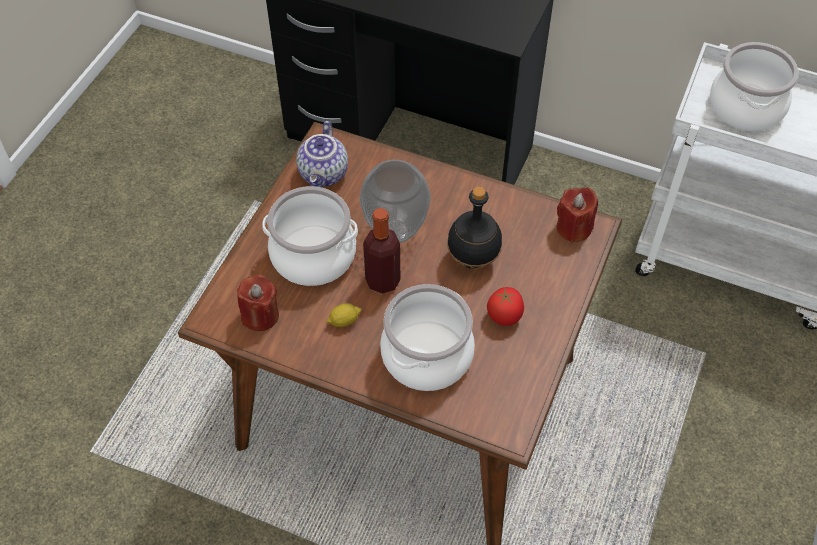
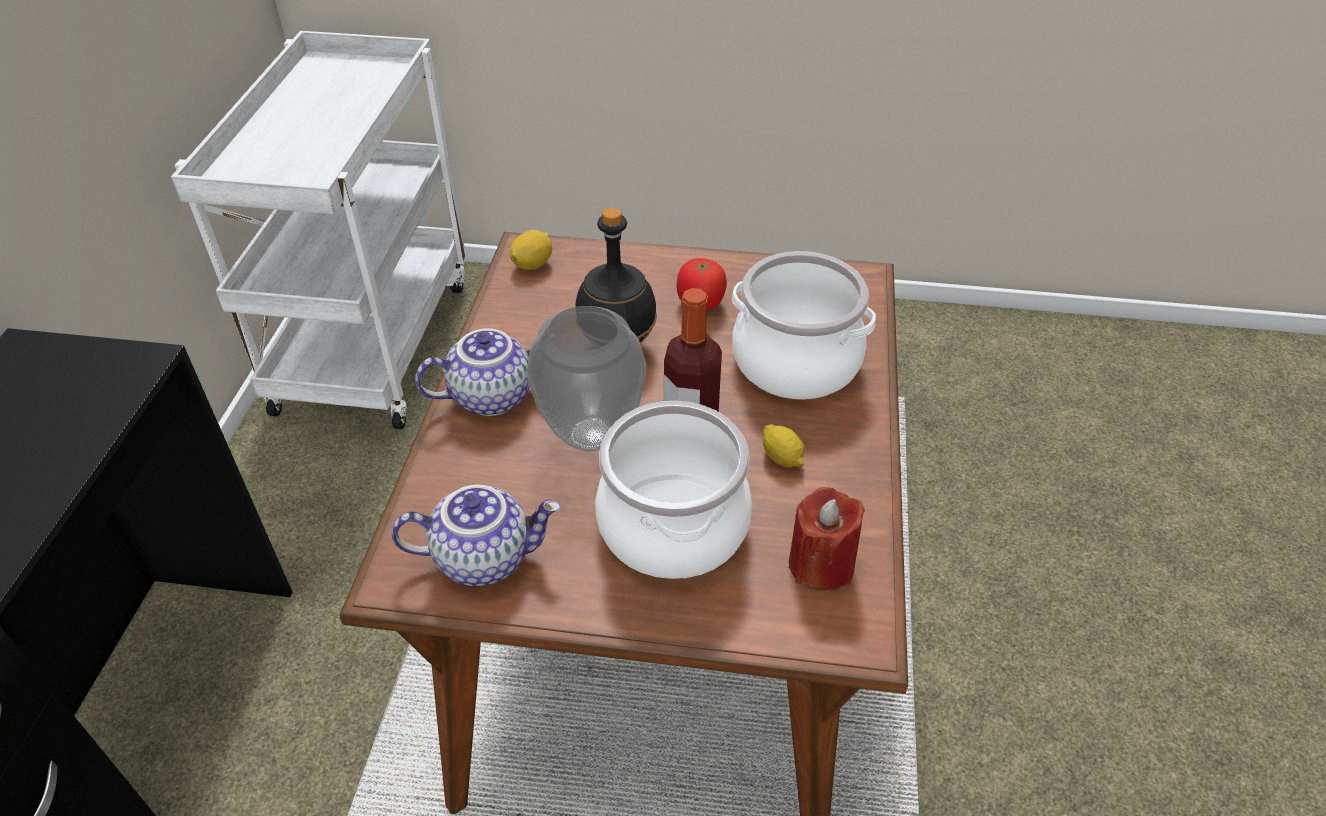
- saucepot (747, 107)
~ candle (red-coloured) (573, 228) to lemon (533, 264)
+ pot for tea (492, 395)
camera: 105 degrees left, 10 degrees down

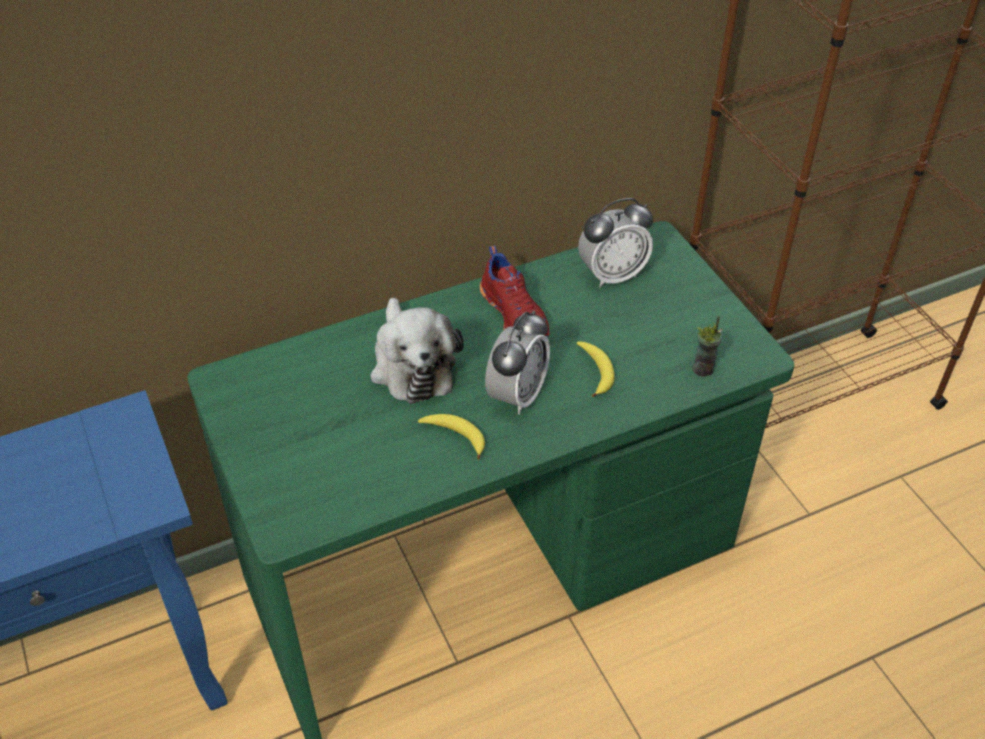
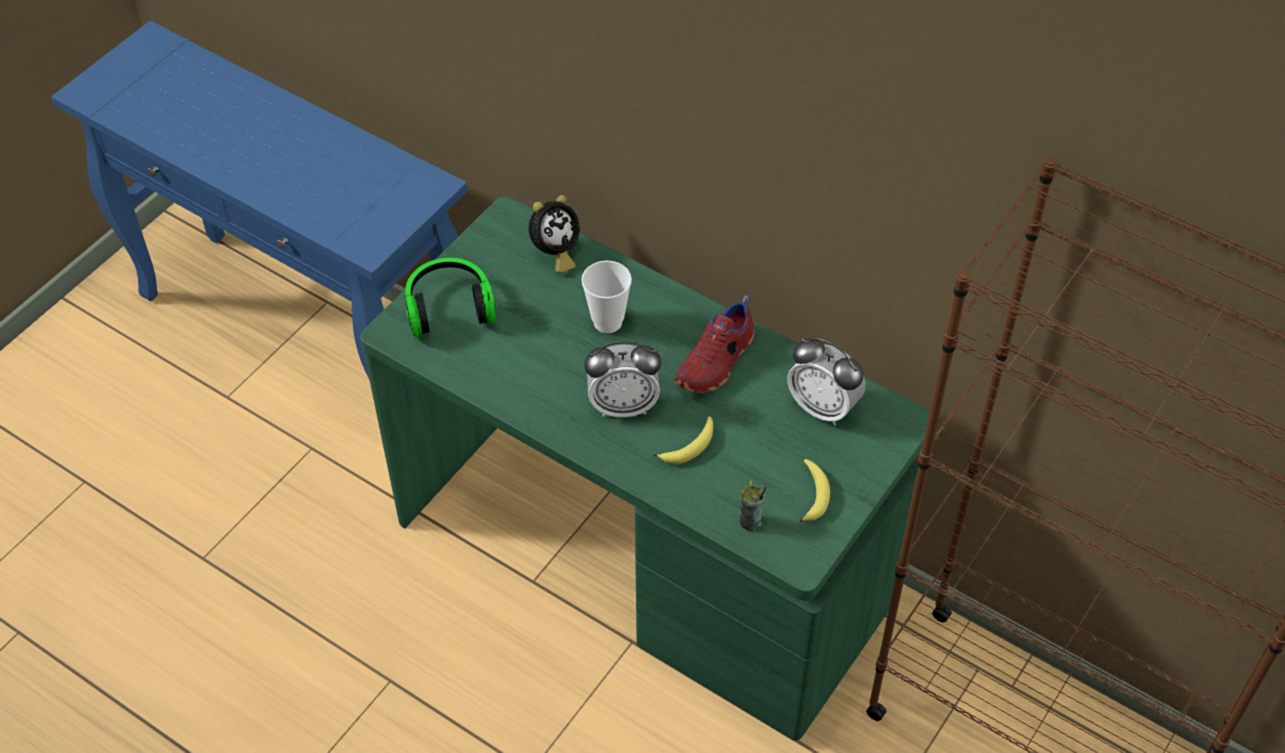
~ plush toy (412, 364) to drinking cup (607, 322)
~ banana fruit (455, 436) to (813, 495)
+ table clock (555, 253)
+ headphones (449, 307)
camera: 60 degrees right, 5 degrees up

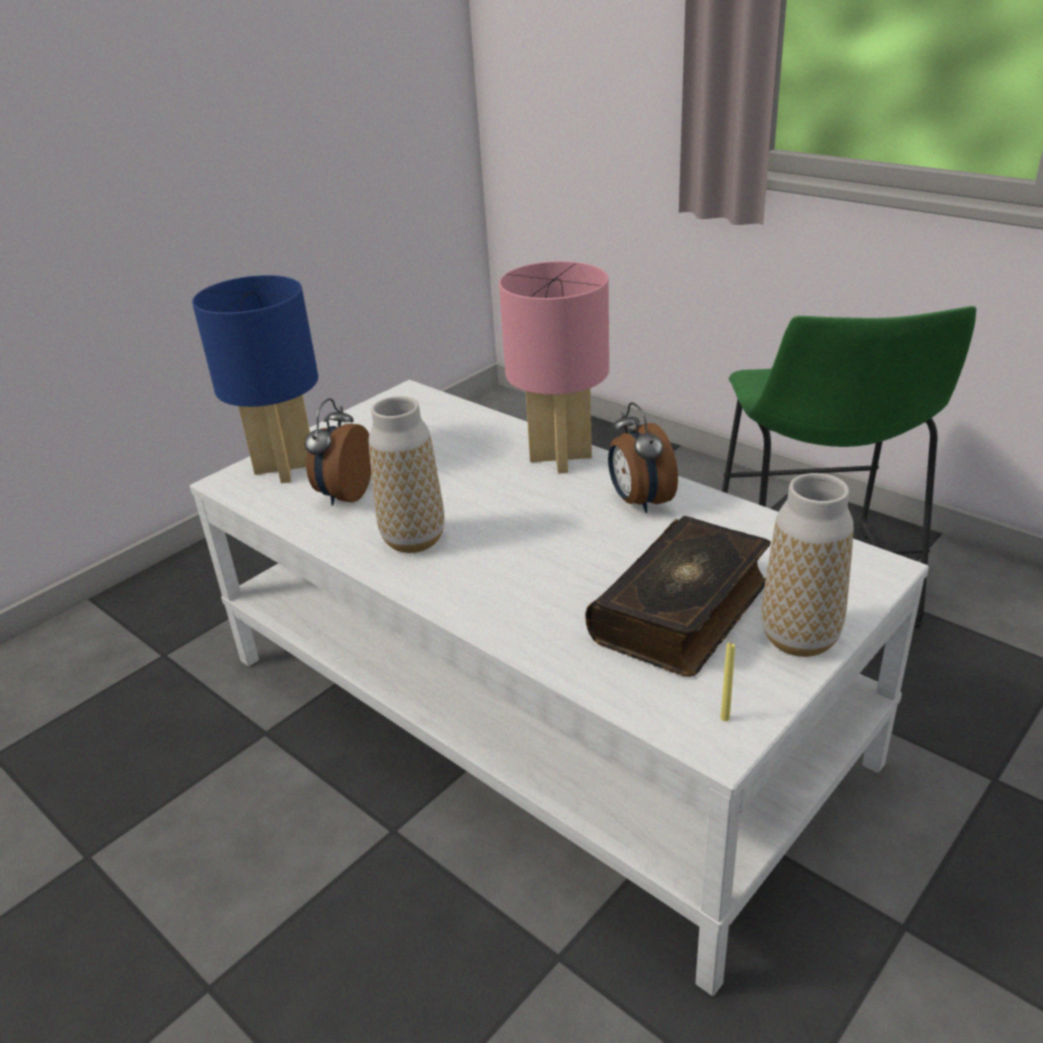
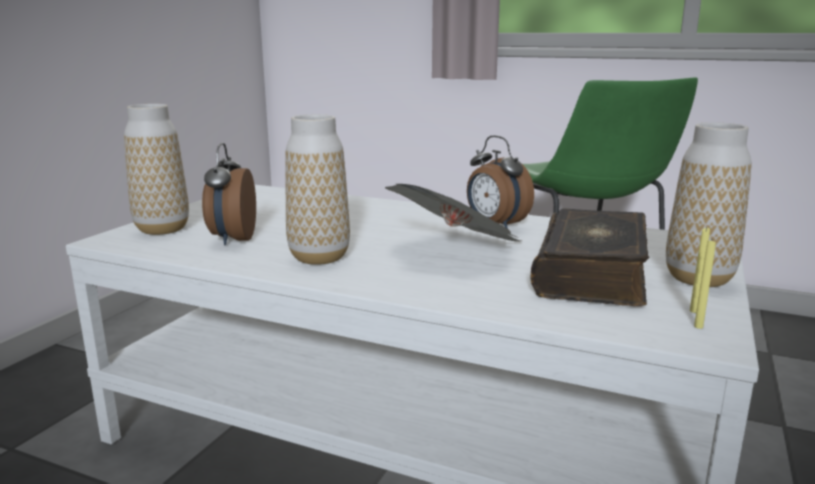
- tabletop lamp (pink-coloured) (559, 457)
~ tabletop lamp (blue-coloured) (284, 467) to flower vase (162, 229)
+ newspaper (458, 251)
+ candle (yellow) (693, 311)
camera: 20 degrees left, 15 degrees down

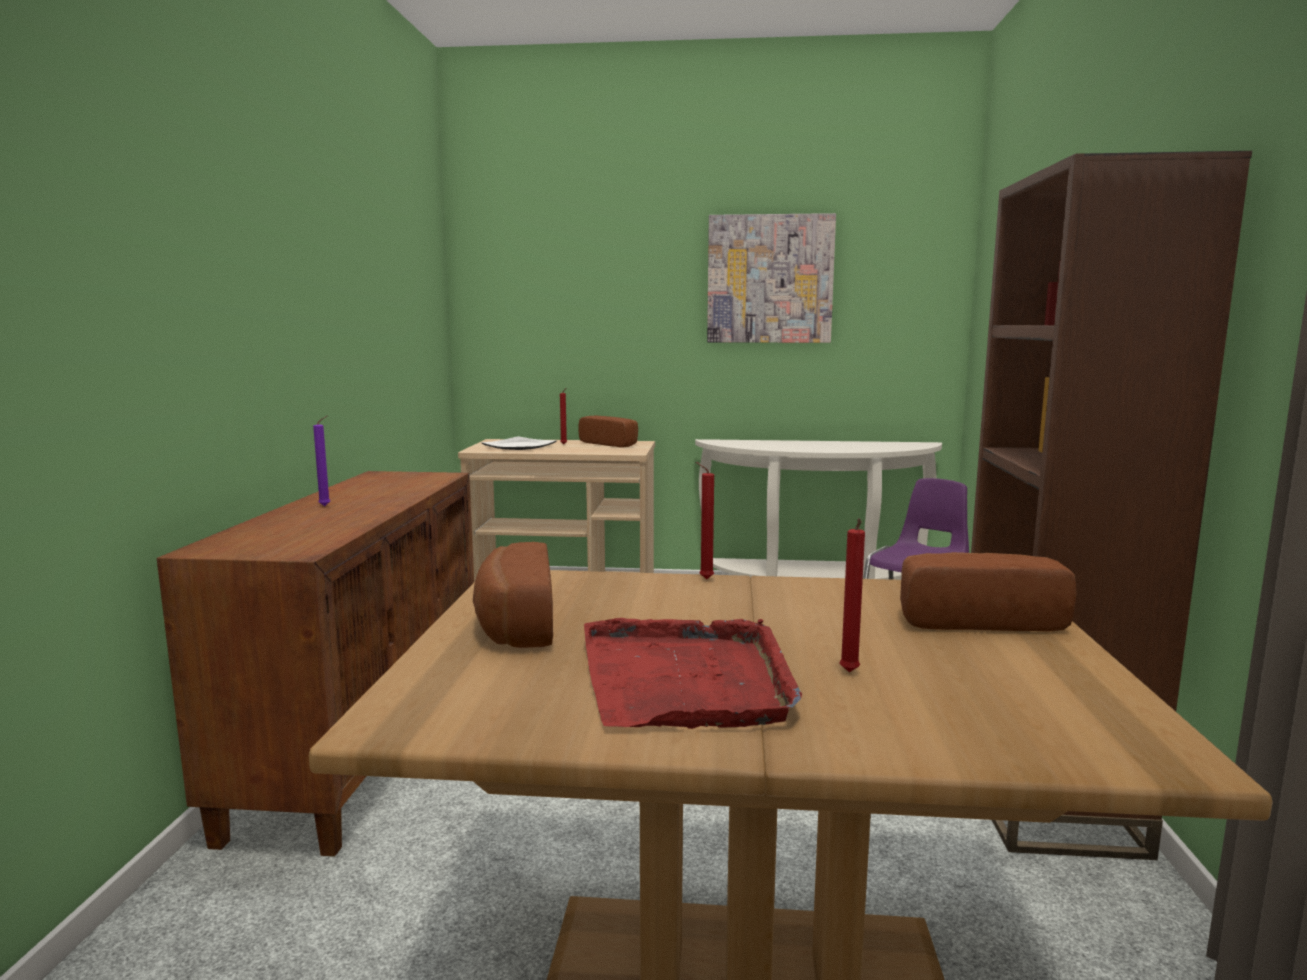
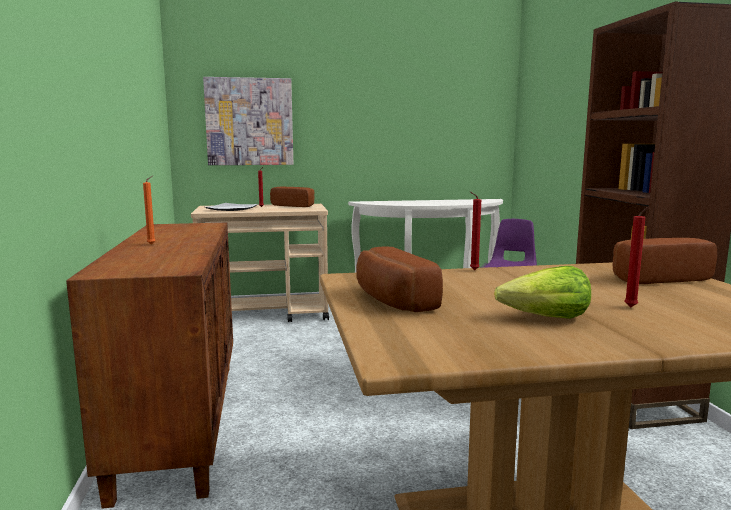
~ wall picture (770, 279) to (249, 122)
~ candle (purple-coloured) (326, 506) to candle (orangey) (152, 244)
~ tray (red-coloured) (686, 679) to lettuce (546, 318)
camera: 15 degrees left, 0 degrees up

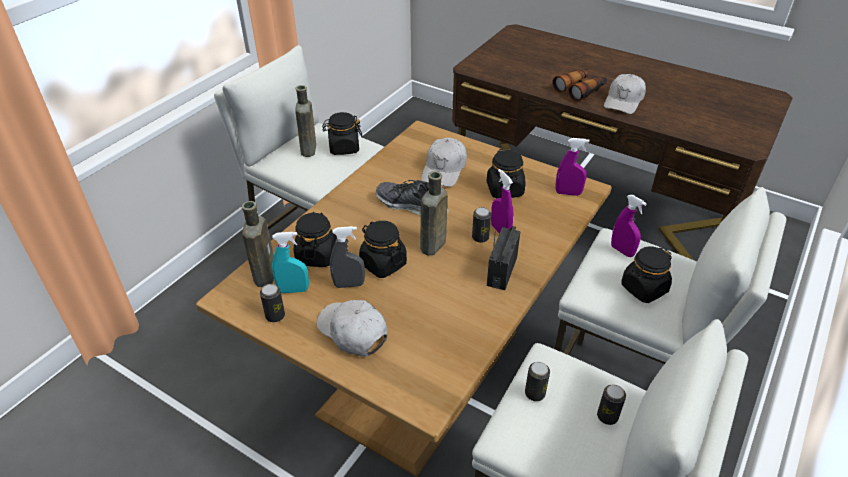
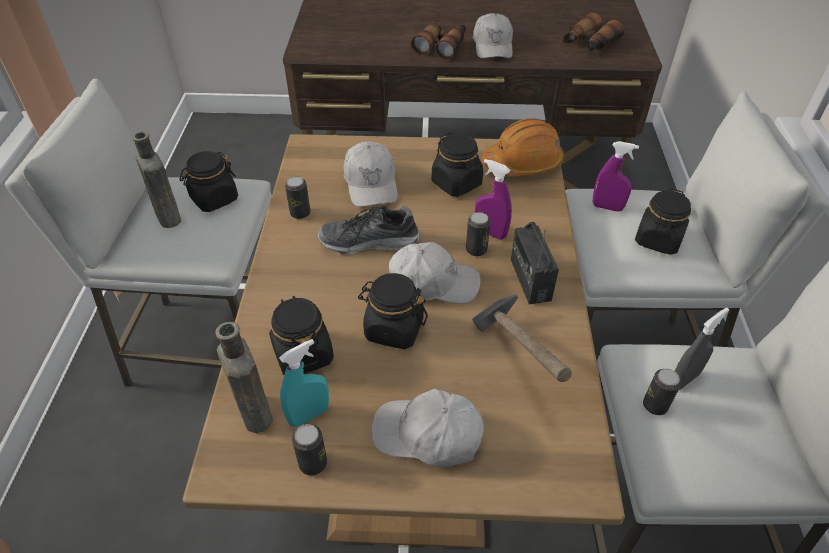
~ sprayer (purple-coloured) (568, 193) to hard hat (orangey) (523, 163)
~ beverage bottle (brown) (432, 247) to baseball cap (white-coloured) (432, 283)
~ sprayer (gray) (349, 284) to (684, 379)
~ sealed can (607, 416) to (300, 213)
+ pair of binoculars (588, 44)
+ tool hammer (516, 365)
camera: 30 degrees left, 5 degrees up

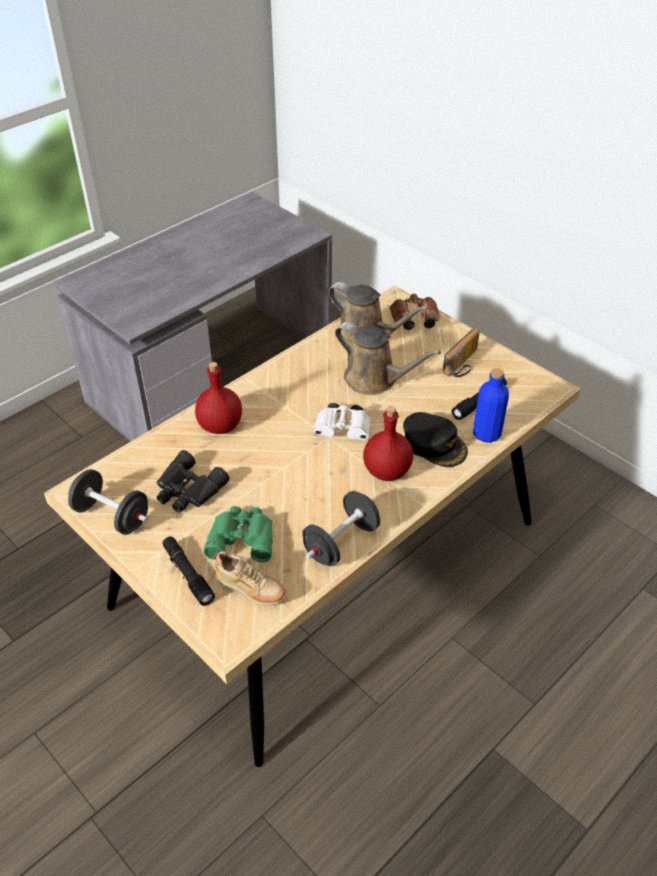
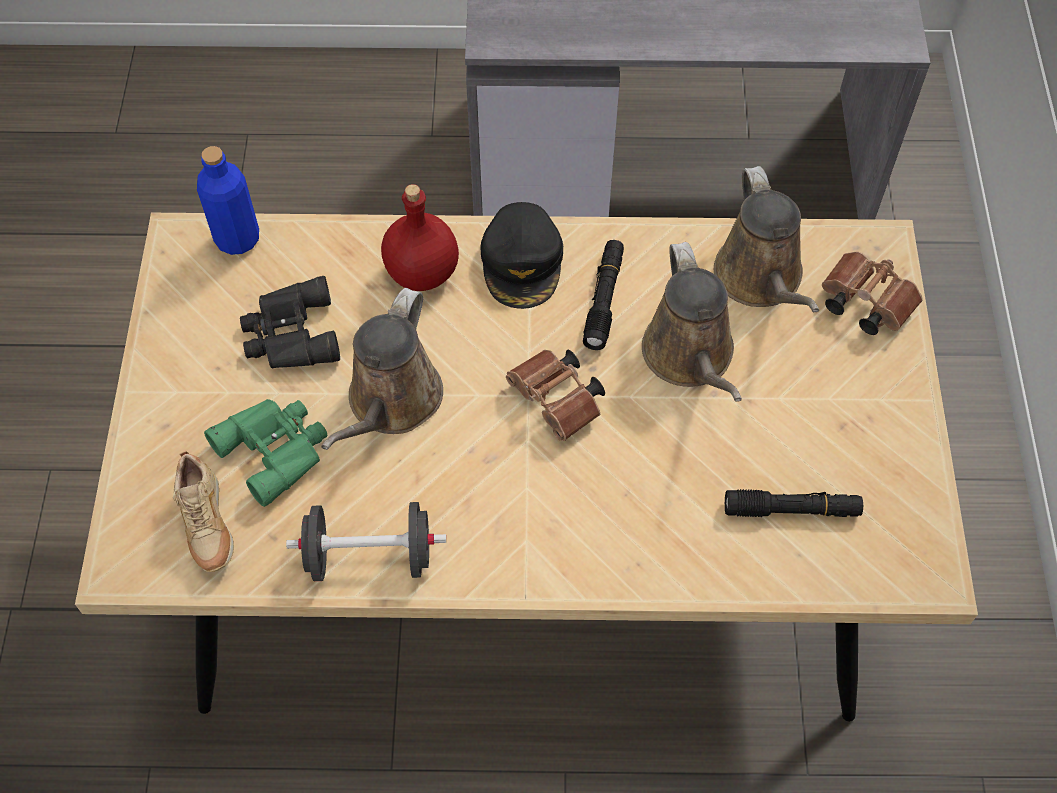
- radio receiver (463, 364)
~ beverage bottle (blue-coloured) (486, 434) to (237, 239)
~ pair of binoculars (white-coloured) (344, 430) to pair of binoculars (brown) (558, 402)
- beverage bottle (red-coloured) (386, 471)
~ baseball cap (black-coloured) (434, 444) to (522, 262)
- dumbbell (black-coloured) (112, 516)
~ flashlight (black-coloured) (188, 574) to (604, 300)
+ watering pot (brown) (391, 403)
camera: 45 degrees right, 15 degrees up

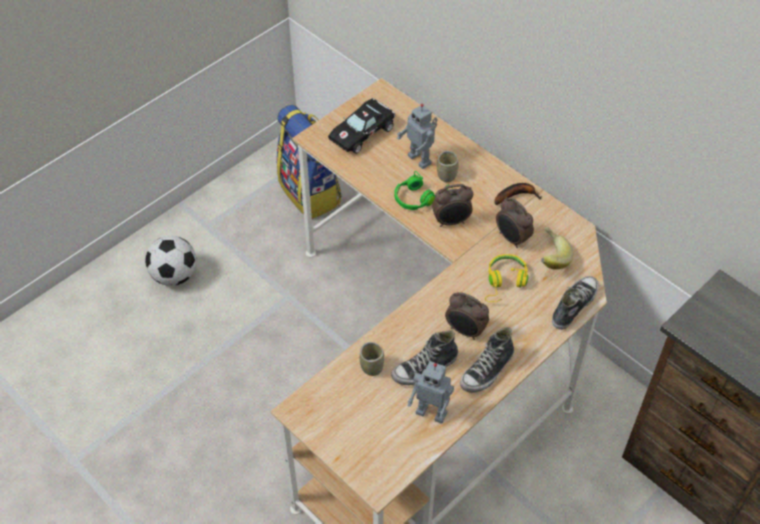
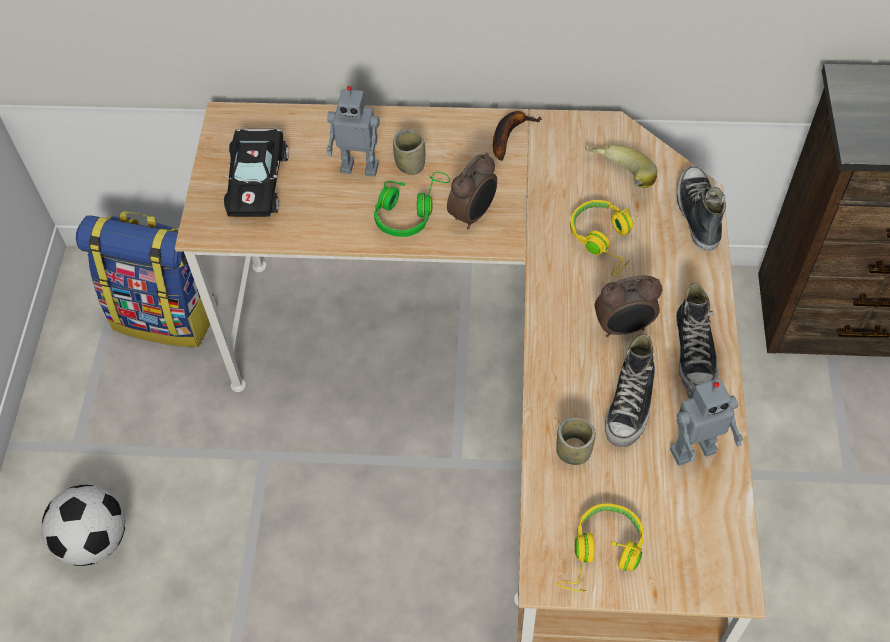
- table clock (511, 239)
+ headphones (yellow) (602, 554)
camera: 40 degrees left, 5 degrees up

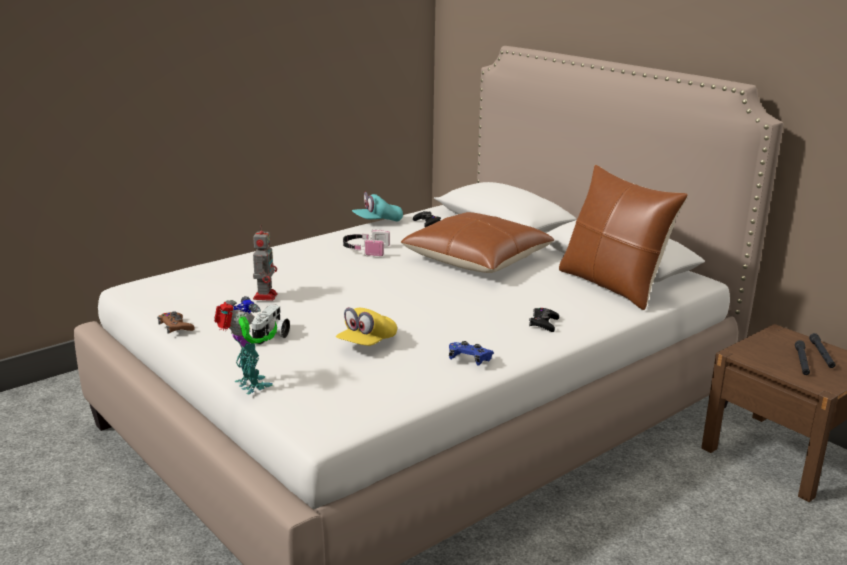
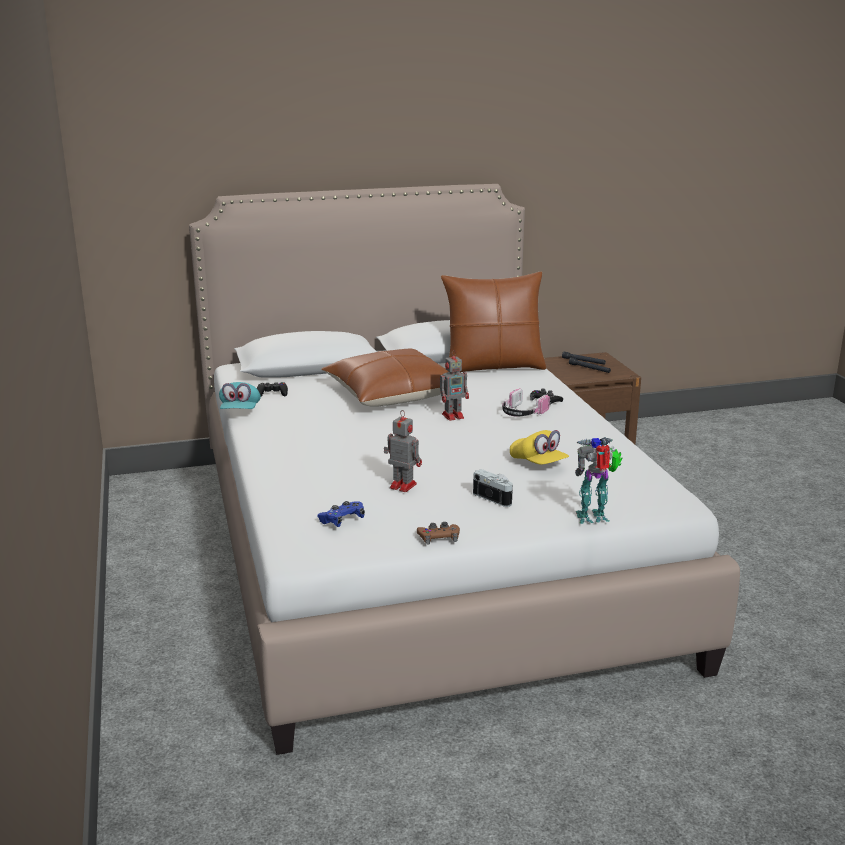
~ headphones (365, 250) to (522, 413)
~ gamepad (blue-coloured) (469, 360) to (342, 520)
+ model robot (454, 416)
camera: 65 degrees left, 0 degrees up

